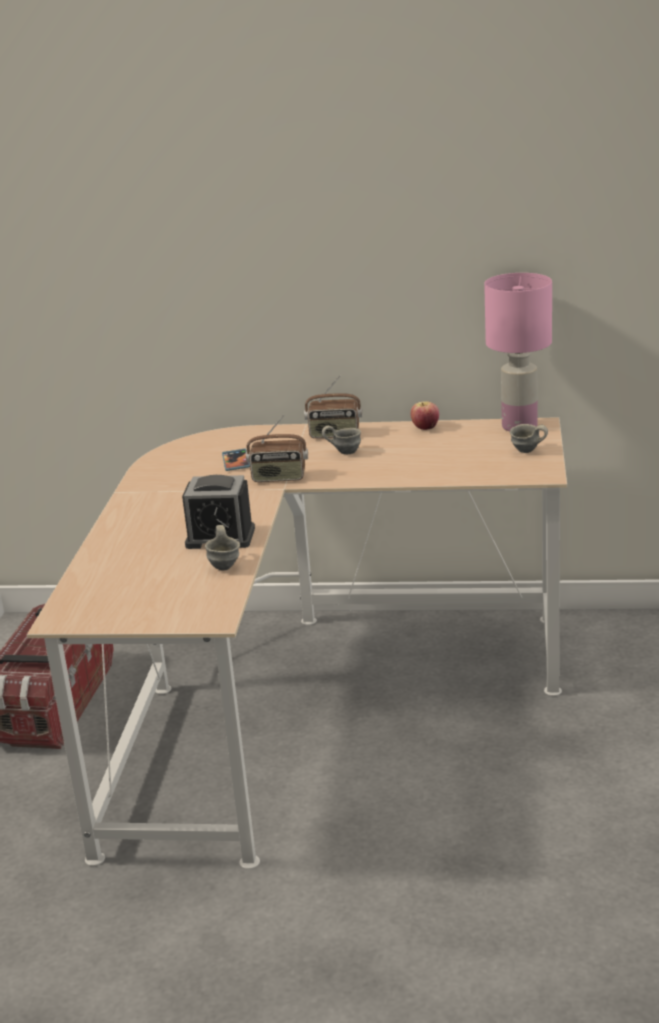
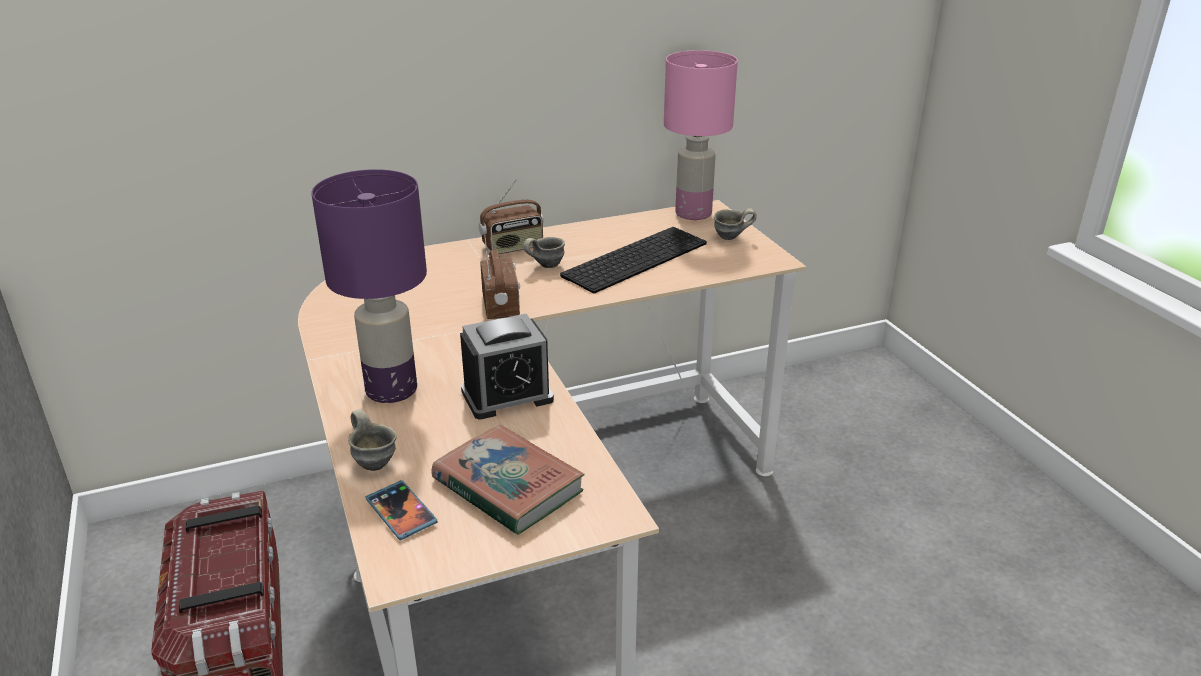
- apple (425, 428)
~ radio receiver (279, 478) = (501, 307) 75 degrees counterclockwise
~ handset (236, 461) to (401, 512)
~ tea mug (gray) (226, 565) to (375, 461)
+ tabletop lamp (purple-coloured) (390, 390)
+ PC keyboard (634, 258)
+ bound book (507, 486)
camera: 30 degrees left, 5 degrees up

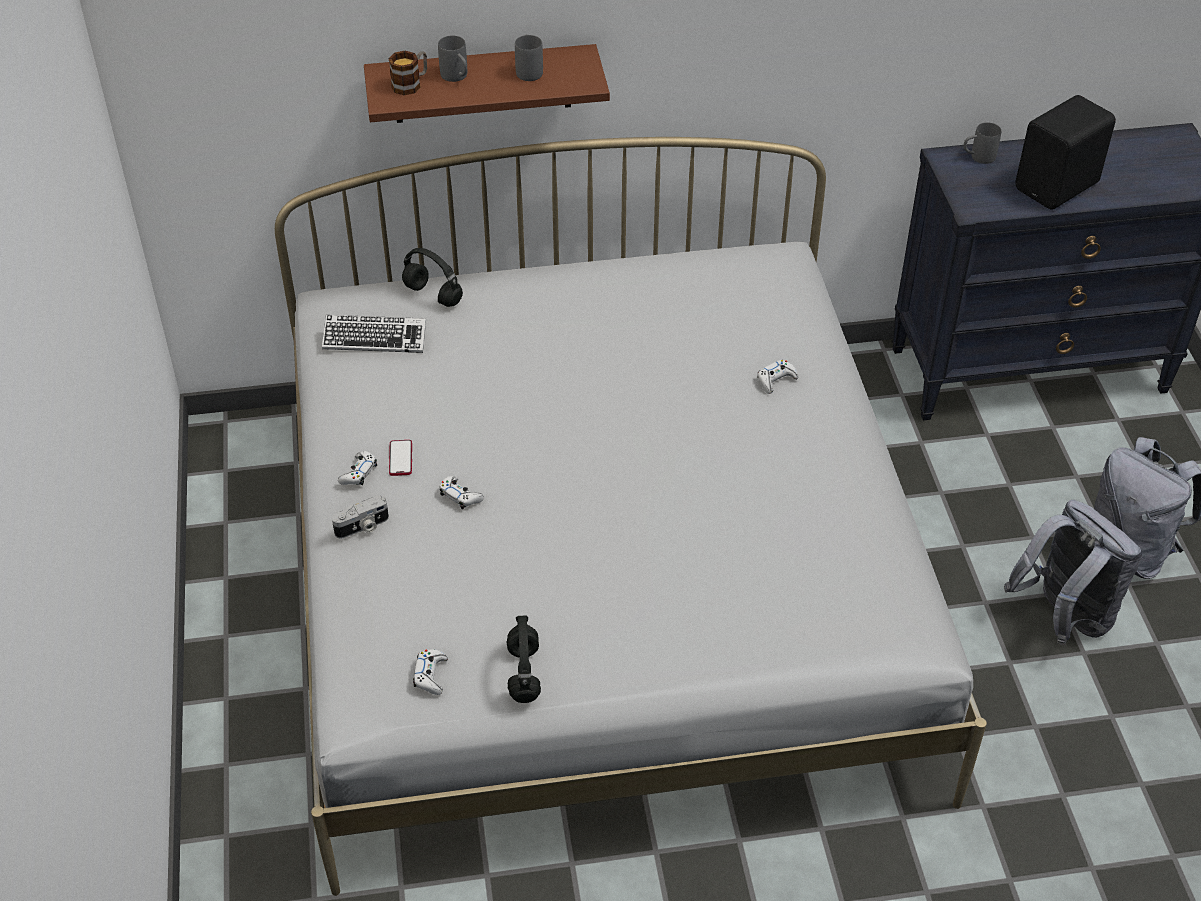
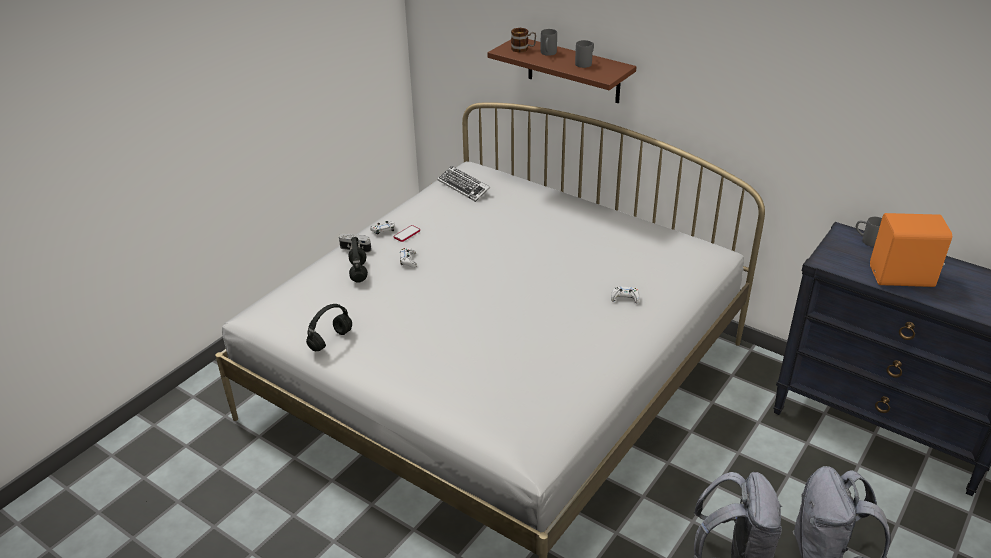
~ loudspeaker (black-coloured) (1059, 187) to loudspeaker (orangey) (903, 277)
~ headphones (black-coloured) (434, 295) to (359, 272)
- gamepad (white-coloured) (430, 675)
camera: 45 degrees right, 10 degrees down

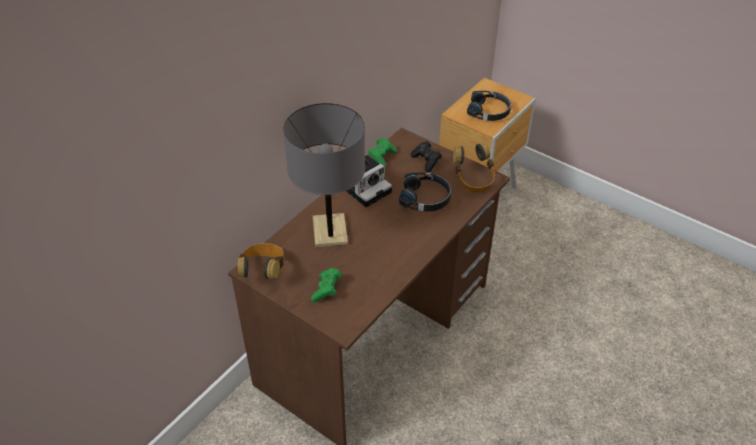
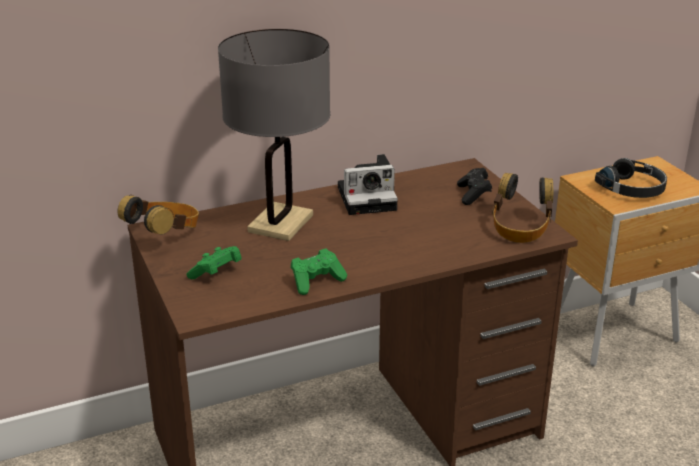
~ gamepad (greenish) (382, 157) to (316, 281)
- headphones (black-coloured) (425, 198)
camera: 30 degrees right, 15 degrees down

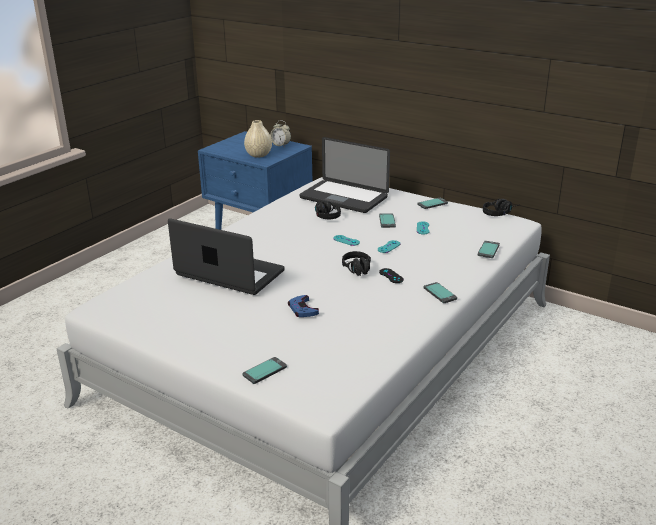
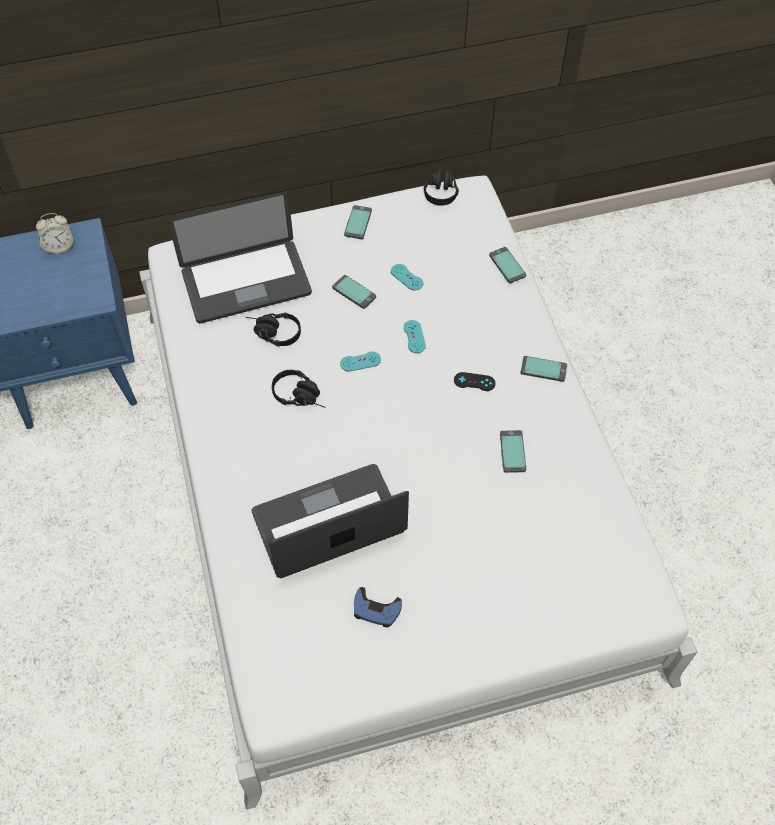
- flower vase (beige) (258, 155)
~ headphones (black-coloured) (358, 271) to (301, 396)
~ gamepad (blue-coloured) (302, 309) to (376, 609)
~ handset (264, 371) to (512, 452)
camera: 50 degrees left, 30 degrees up

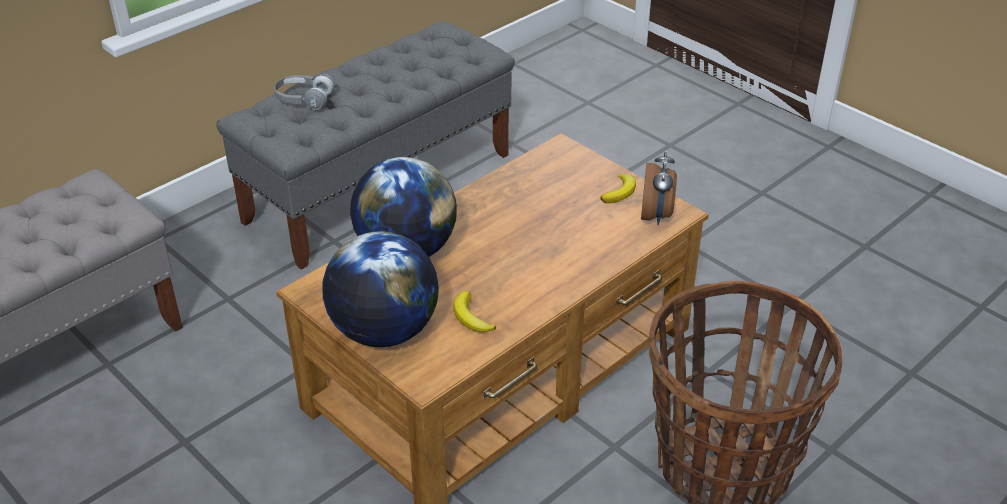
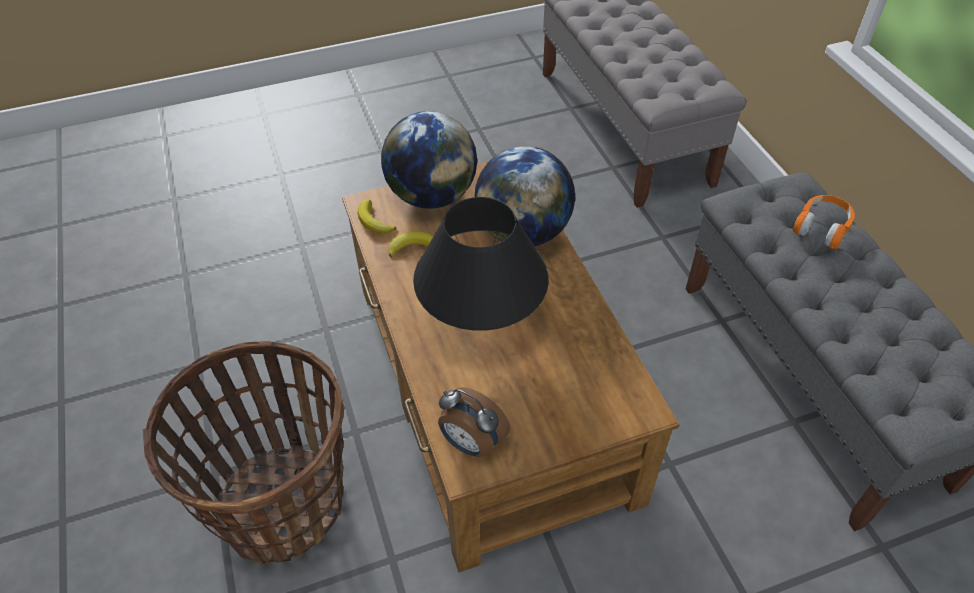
~ headphones (gray) (304, 100) to headphones (orangey) (822, 228)
~ banana fruit (620, 192) to (374, 221)
+ tabletop lamp (black-coloured) (481, 324)
camera: 115 degrees right, 10 degrees up

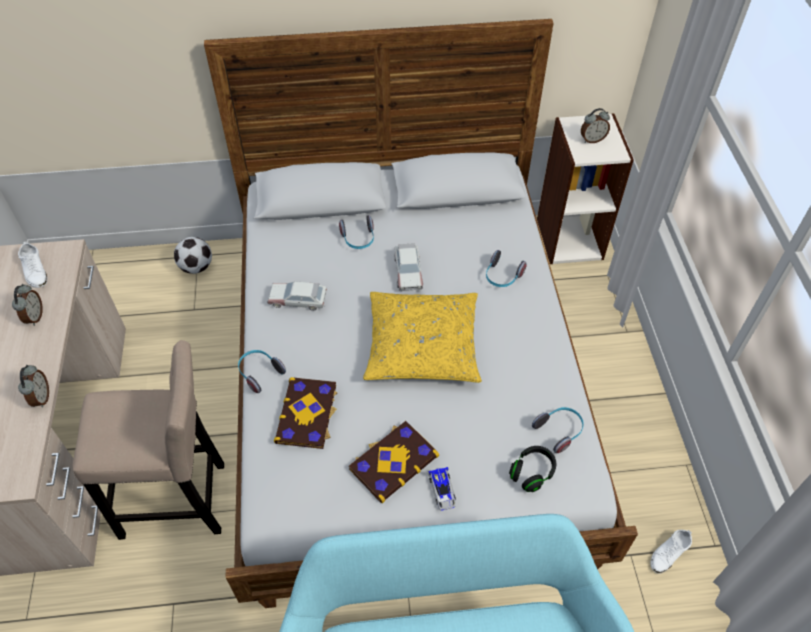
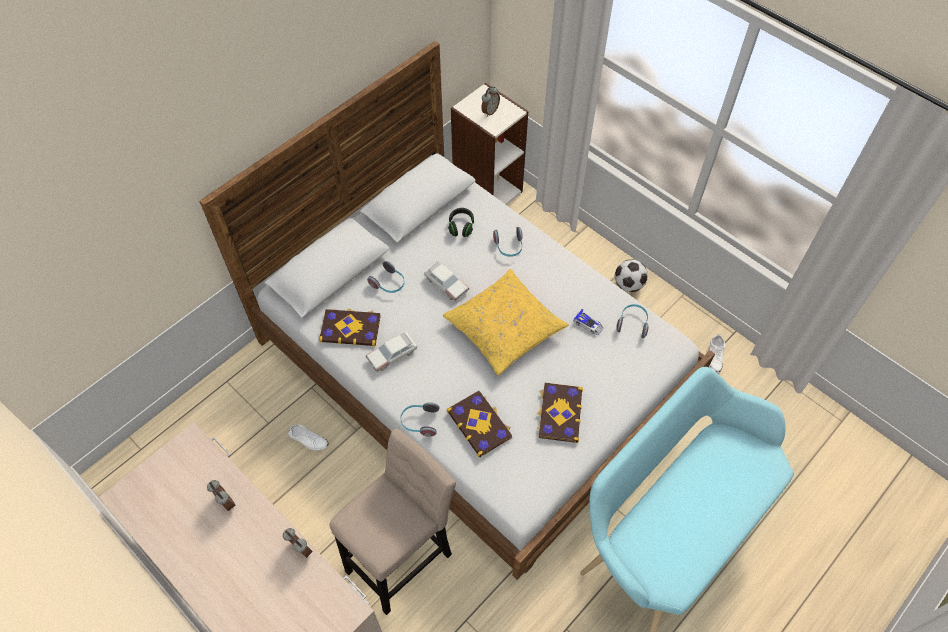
~ ball for football (196, 267) to (628, 285)
~ low shoe (white-coloured) (35, 270) to (308, 440)
~ headphones (black-coloured) (532, 472) to (461, 226)
~ model car (442, 491) to (588, 324)
+ bound book (350, 328)
camera: 40 degrees left, 5 degrees up

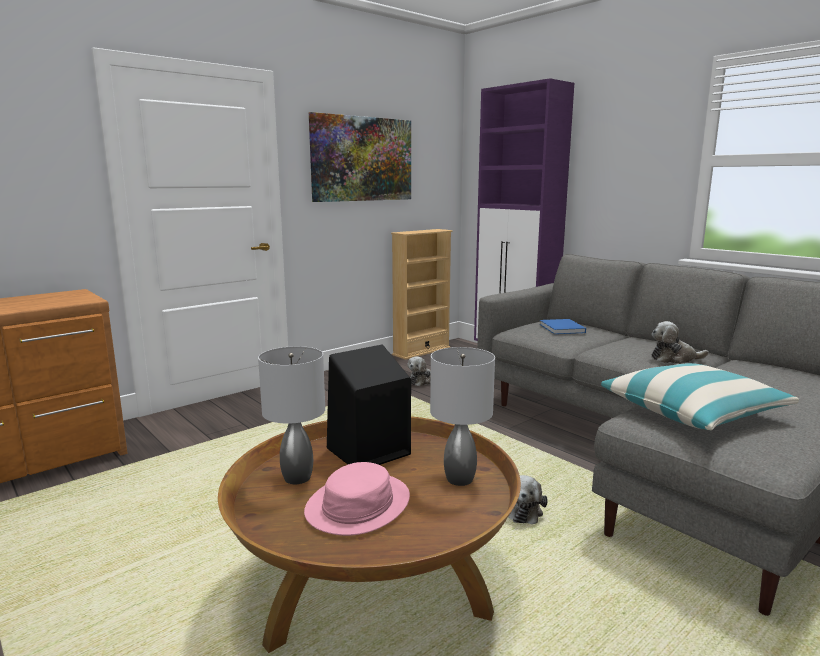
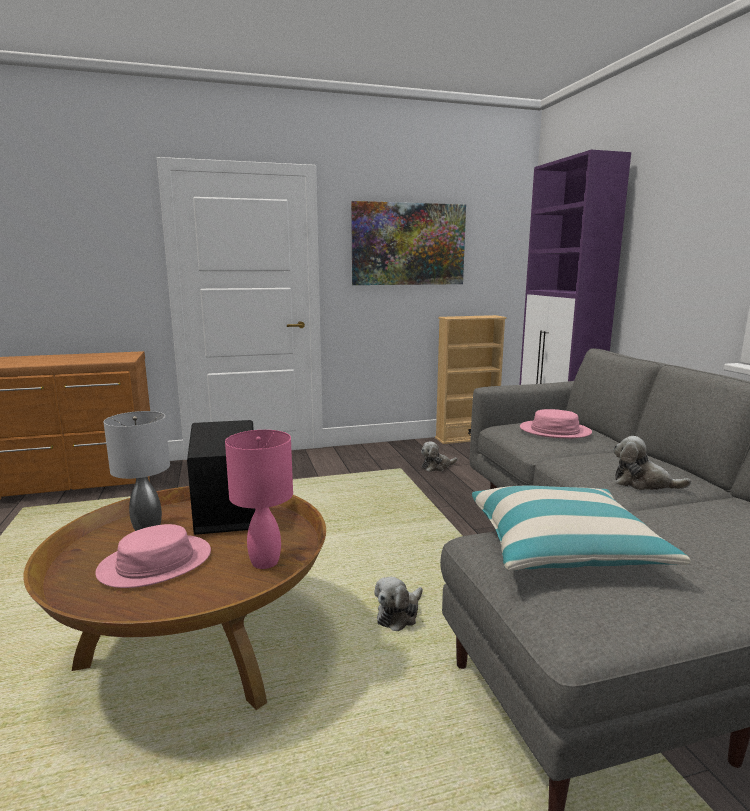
~ bound book (blue-coloured) (562, 329) to clothing hat (pink-coloured) (555, 431)
~ tabletop lamp (gray) (458, 479) to tabletop lamp (pink-coloured) (264, 562)
camera: 25 degrees right, 0 degrees up

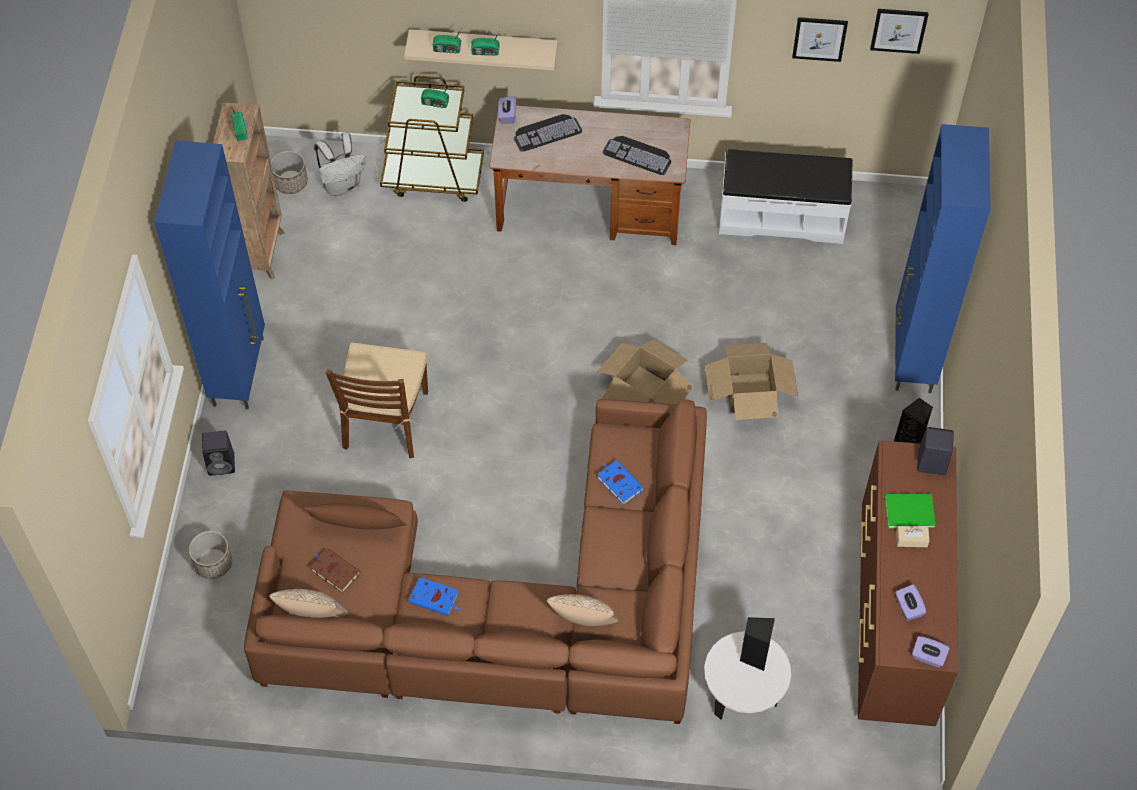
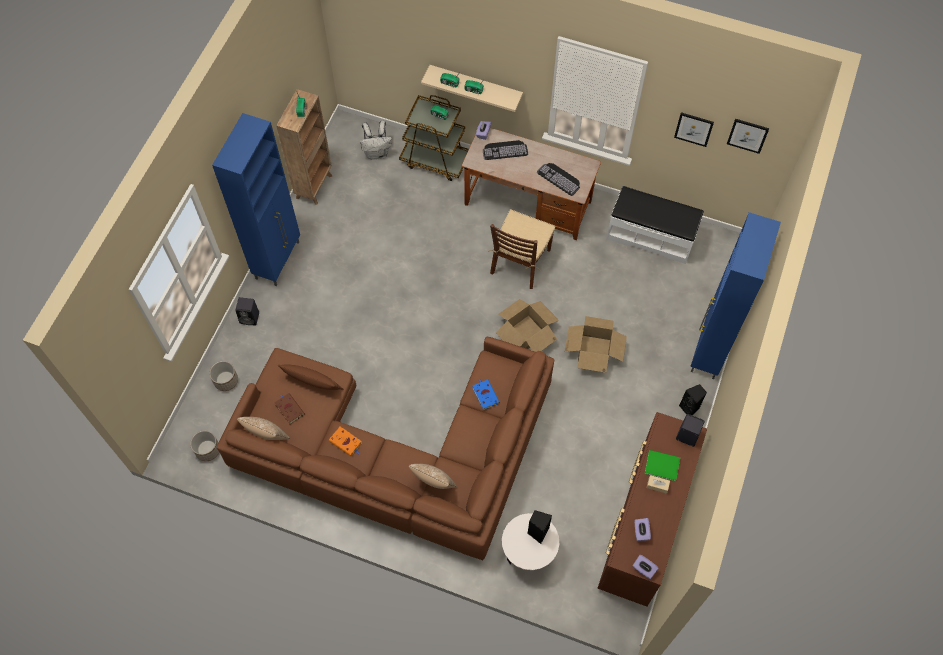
~ flower pot (290, 182) to (207, 450)
~ upright chair (brown) (385, 420) to (520, 262)
~ bound book (blue-coloured) (435, 598) to bound book (orangey) (346, 442)
camera: 15 degrees right, 5 degrees up

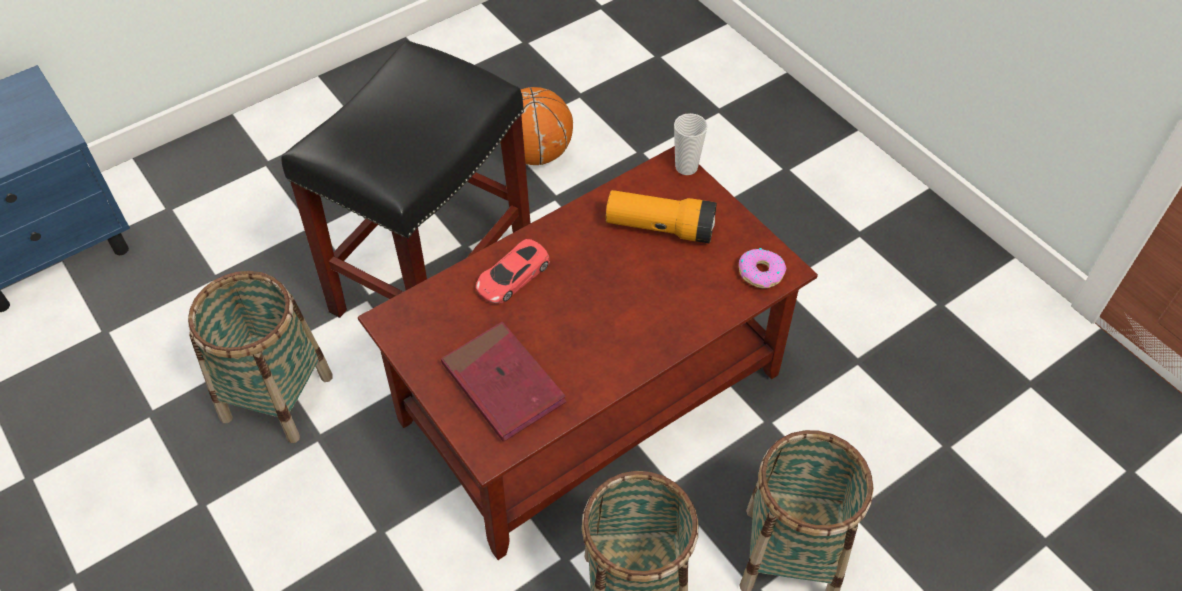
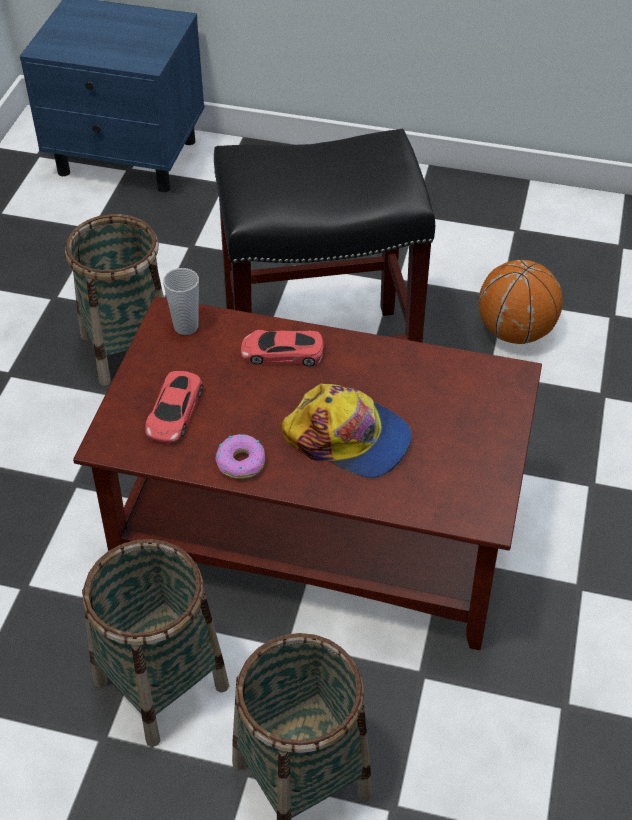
~ drinking cup (686, 167) to (186, 327)
- flashlight (660, 228)
~ doughnut (761, 272) to (241, 462)
~ bound book (red-coloured) (503, 384) to model car (red-coloured) (174, 412)
+ baseball cap (348, 438)
camera: 50 degrees right, 5 degrees down

